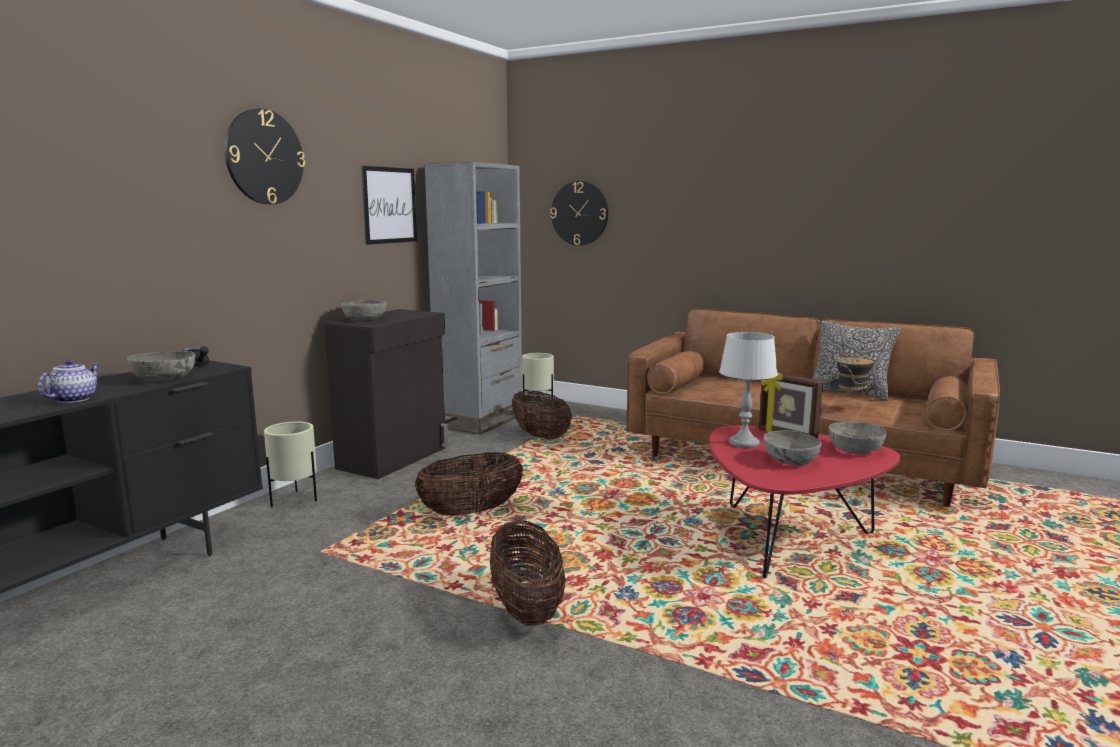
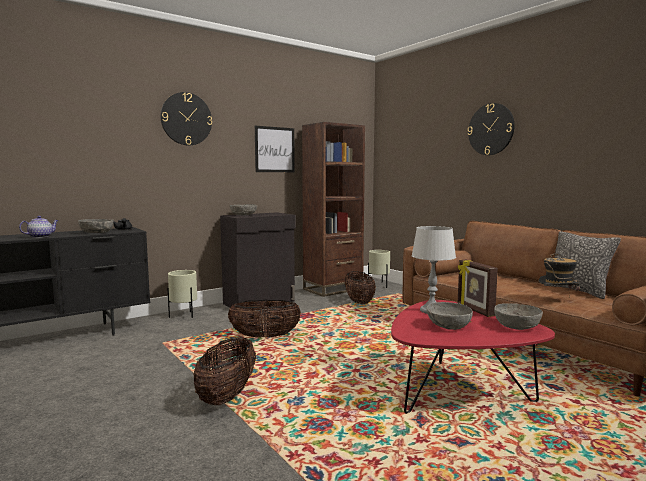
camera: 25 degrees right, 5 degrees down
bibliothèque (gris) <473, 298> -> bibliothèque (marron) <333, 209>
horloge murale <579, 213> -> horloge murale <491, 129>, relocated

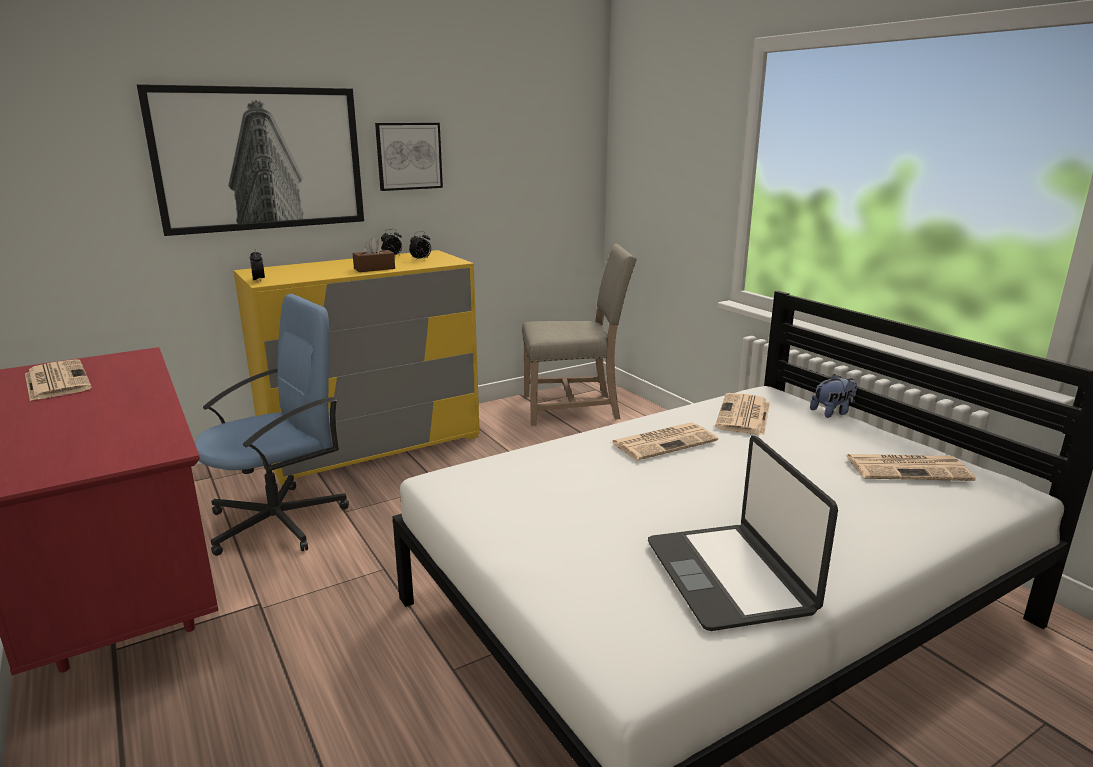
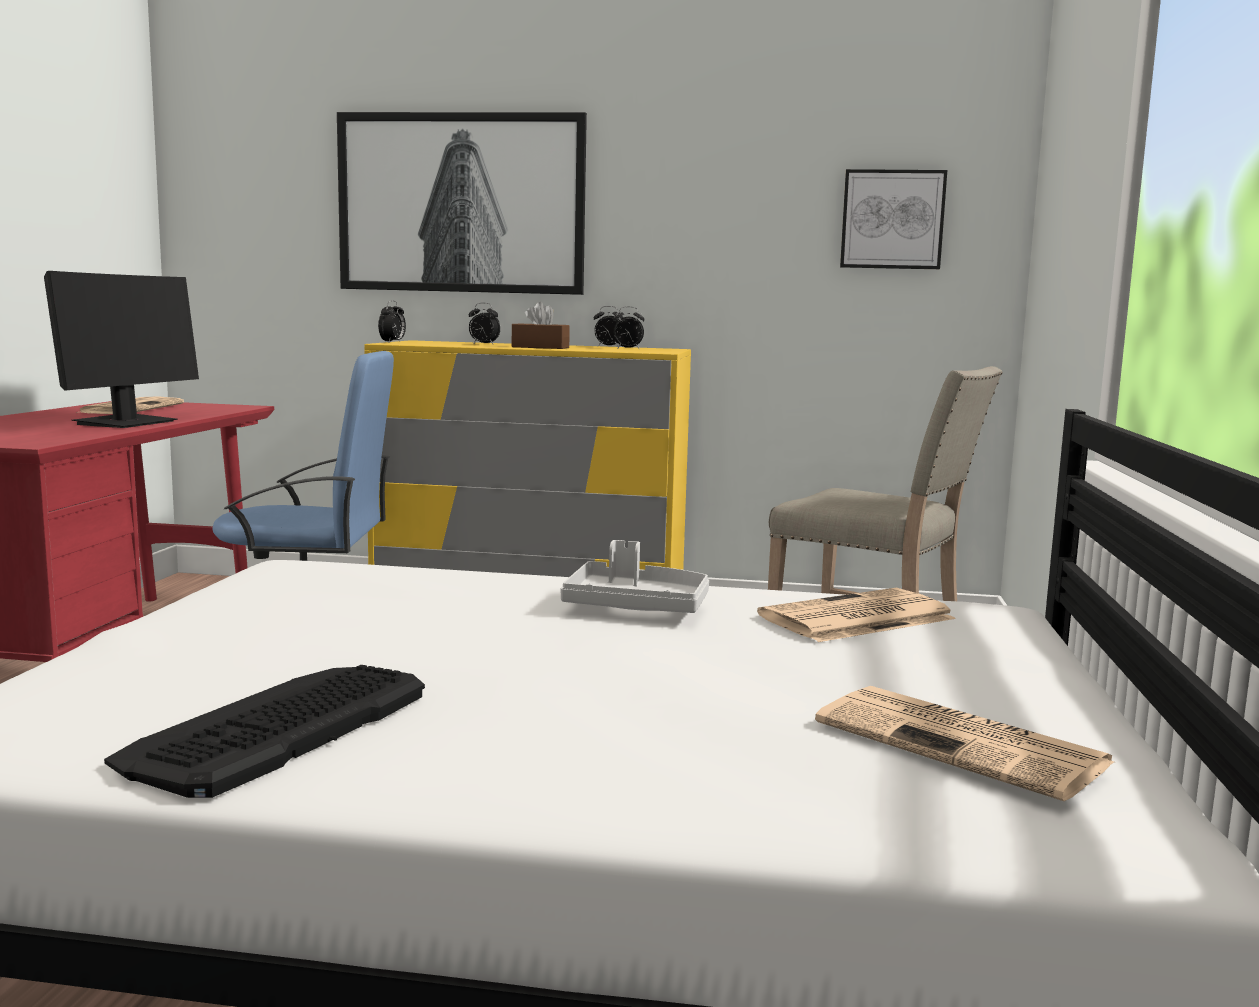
camera: 40 degrees right, 10 degrees down
none -> écran d'ordinateur <121, 349>
ordinateur portable <743, 533> -> clavier <264, 731>
none -> réveil <485, 323>
journal <664, 441> -> plateau (gris) <635, 576>
tableau <409, 157> -> tableau <893, 219>, relocated
peluche <833, 396> -> none

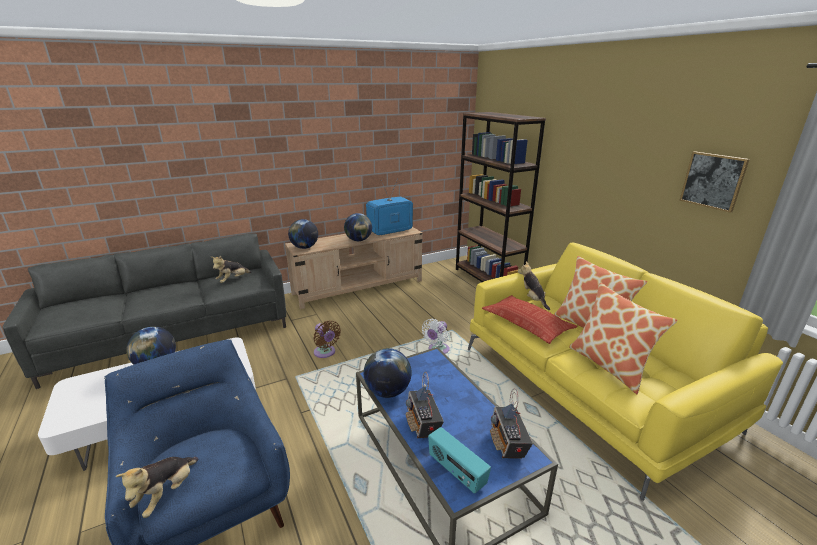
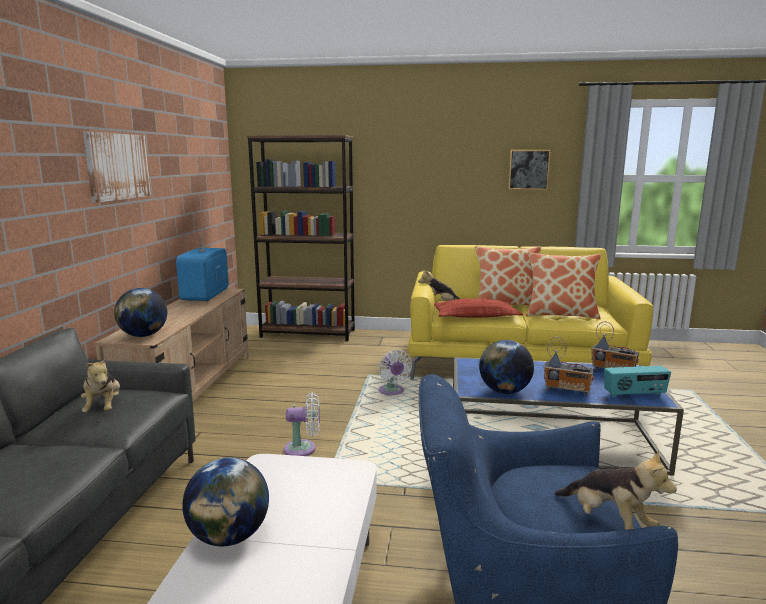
camera: 55 degrees left, 10 degrees down
none -> tableau <117, 167>
ventilateur (marron) <327, 339> -> ventilateur (blanc) <302, 424>
globe <358, 227> -> none

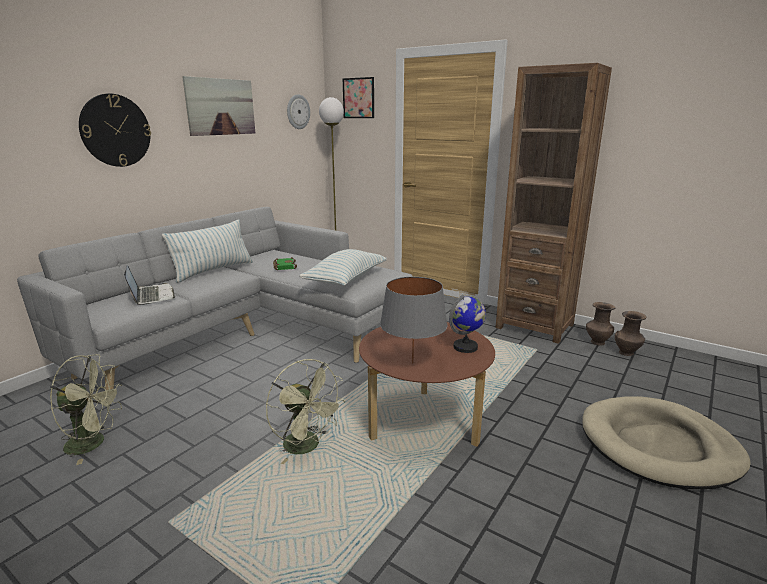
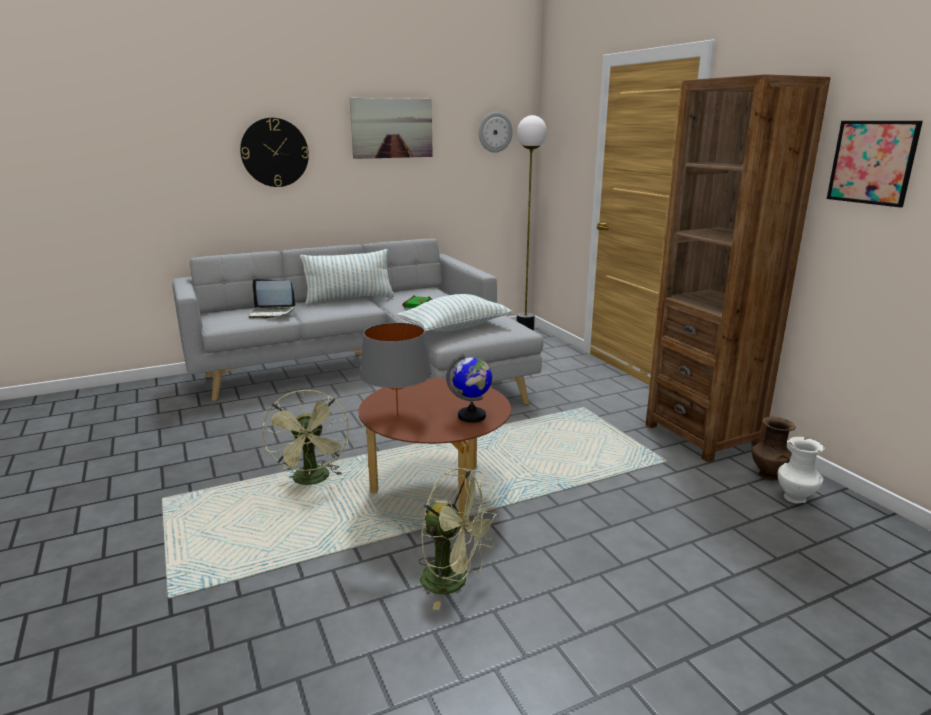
camera: 30 degrees right, 0 degrees up
ordinateur portable <149, 285> -> ordinateur portable <272, 298>, 90 degrees clockwise
ventilateur (vert) <86, 409> -> ventilateur (vert) <459, 539>, relocated
vase (marron) <630, 333> -> vase (blanc) <801, 470>
tableau <358, 97> -> tableau <875, 164>, relocated
panier pour chien (beige) <666, 442> -> none

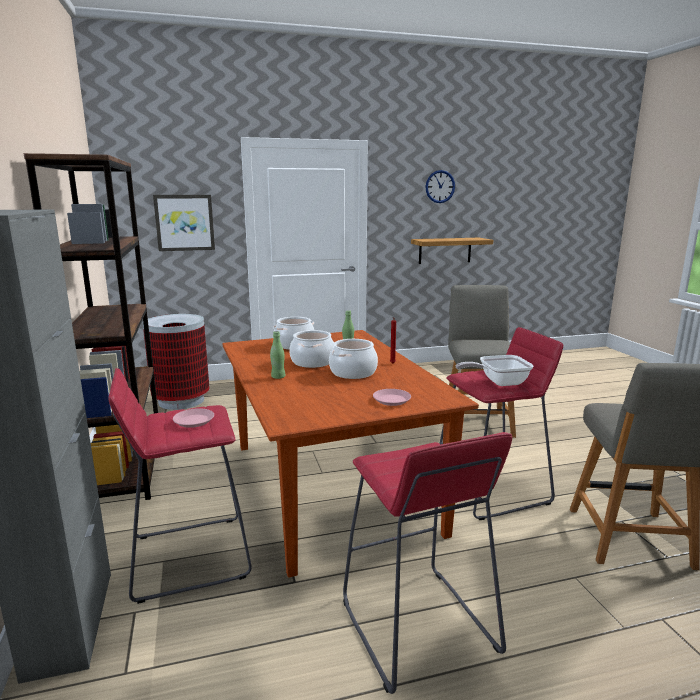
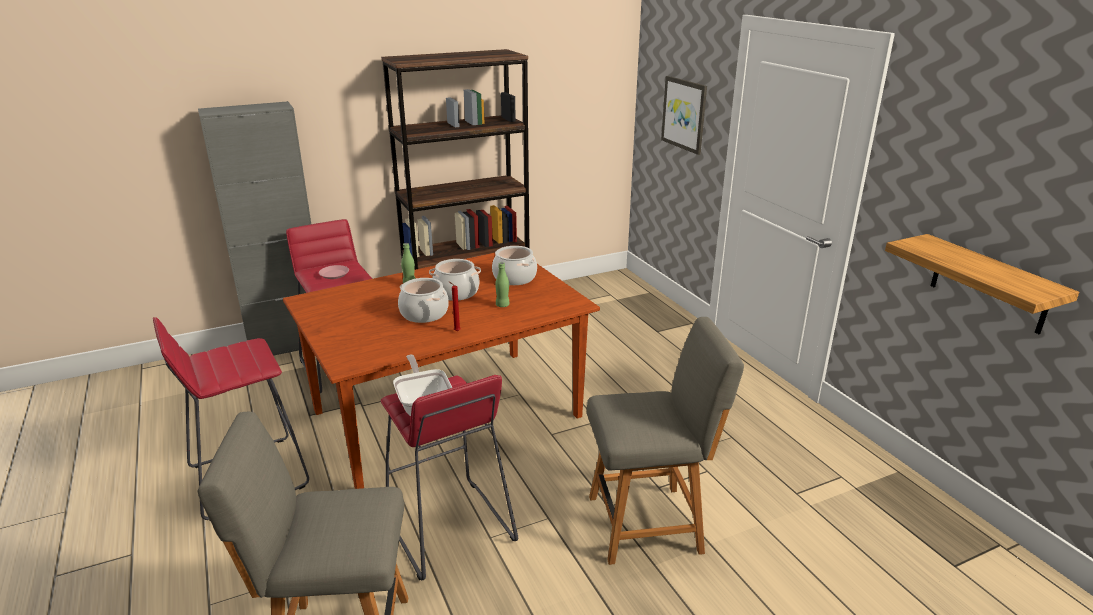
camera: 80 degrees right, 10 degrees up
poubelle <176, 362> -> none
assiette (rose) <392, 397> -> none
horloge murale <440, 186> -> none

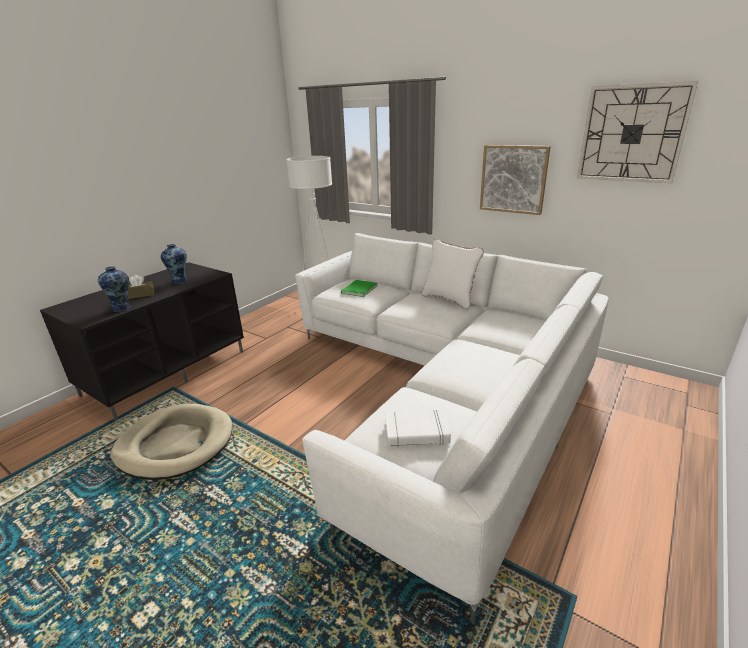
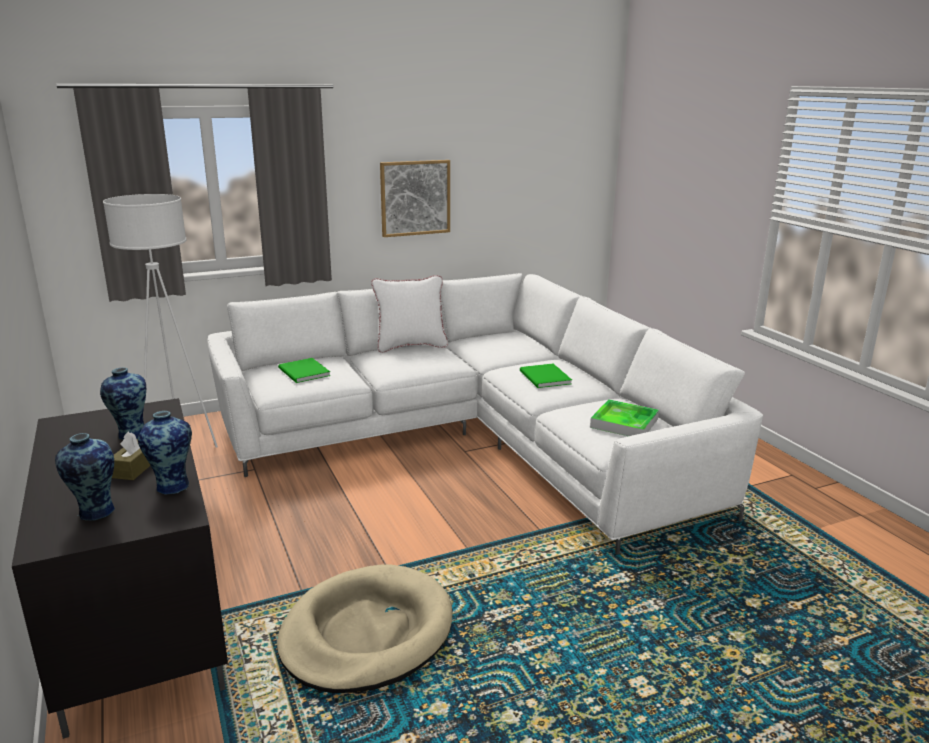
camera: 60 degrees left, 5 degrees down
none -> vase <85, 477>
none -> livre (vert) <546, 376>
livre (blanc) <418, 428> -> plateau <624, 417>
horloge murale <637, 132> -> none

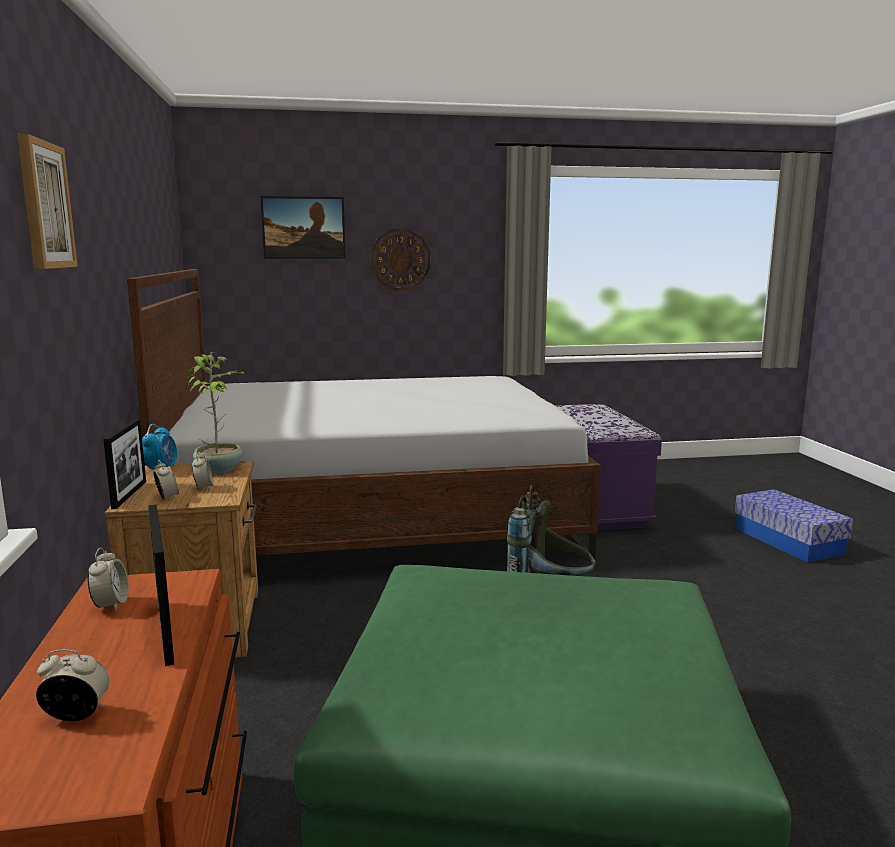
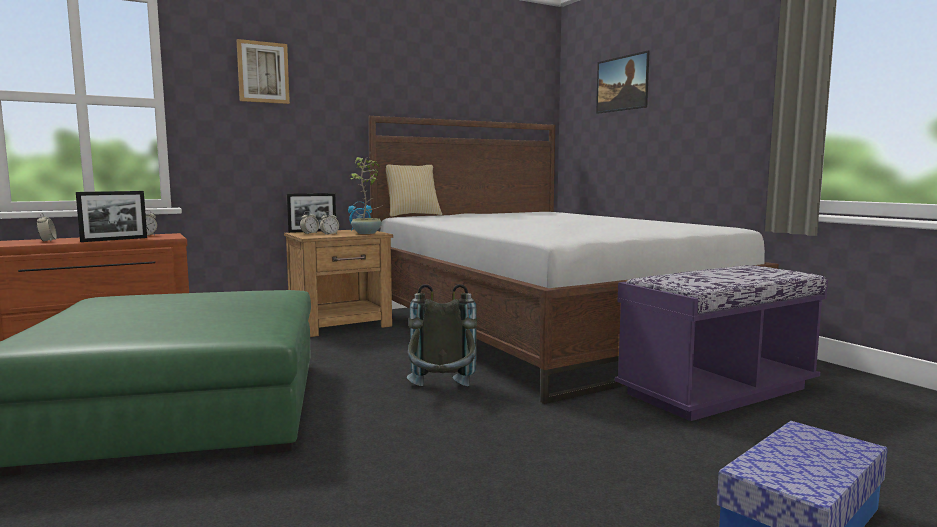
camera: 70 degrees right, 5 degrees down
none -> coussin <414, 190>
horloge murale <400, 259> -> none

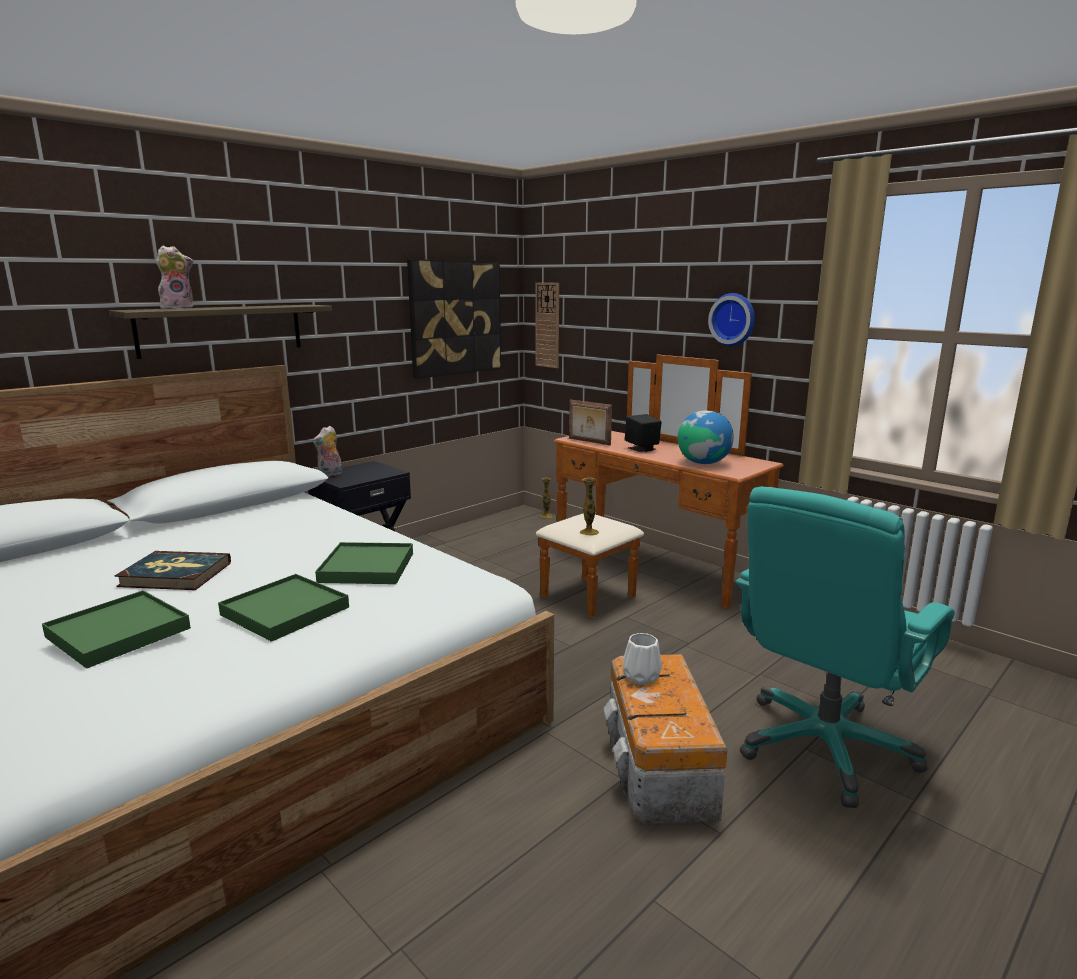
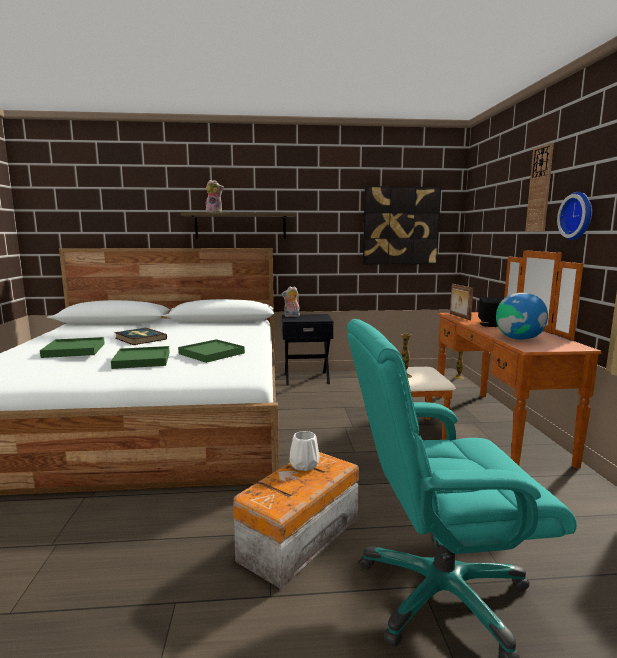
camera: 40 degrees right, 5 degrees down
horloge murale <547, 325> -> horloge murale <539, 187>, relocated

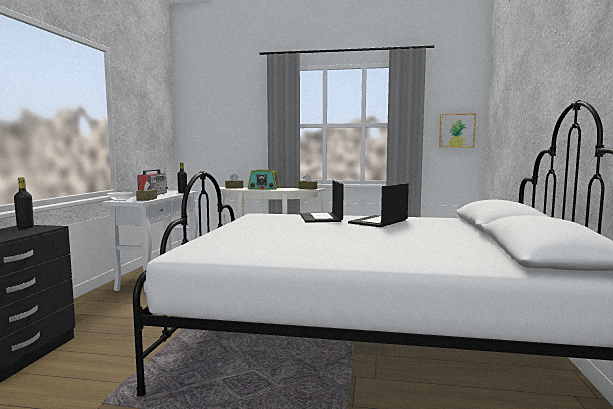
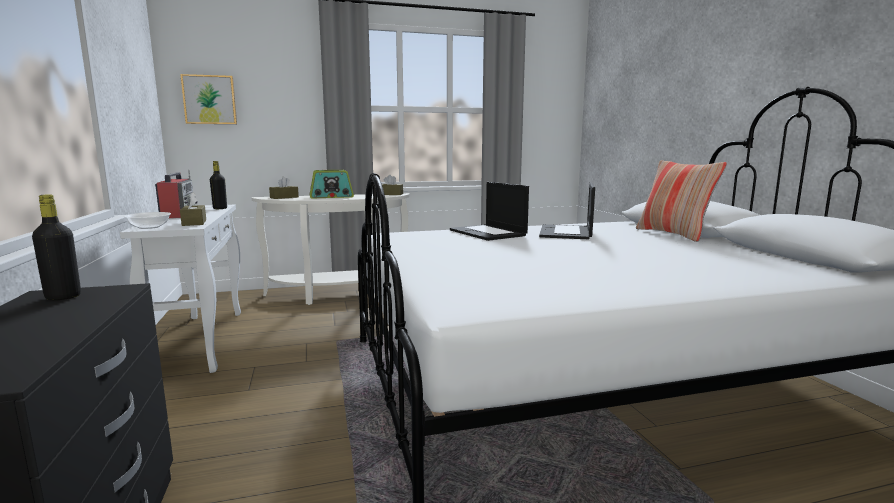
camera: 25 degrees left, 5 degrees up
tableau <457, 130> -> tableau <208, 99>, relocated
none -> coussin <681, 201>

